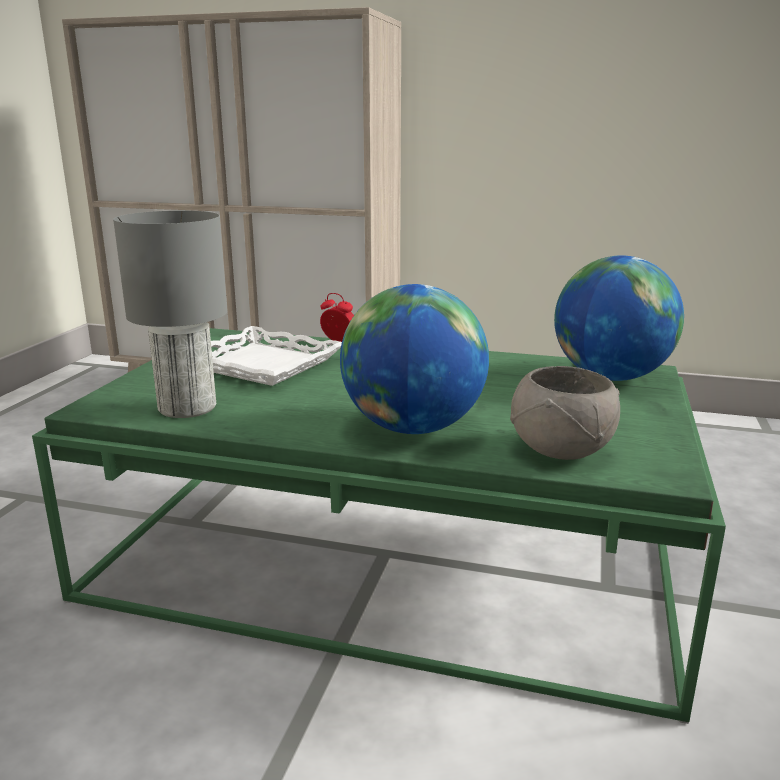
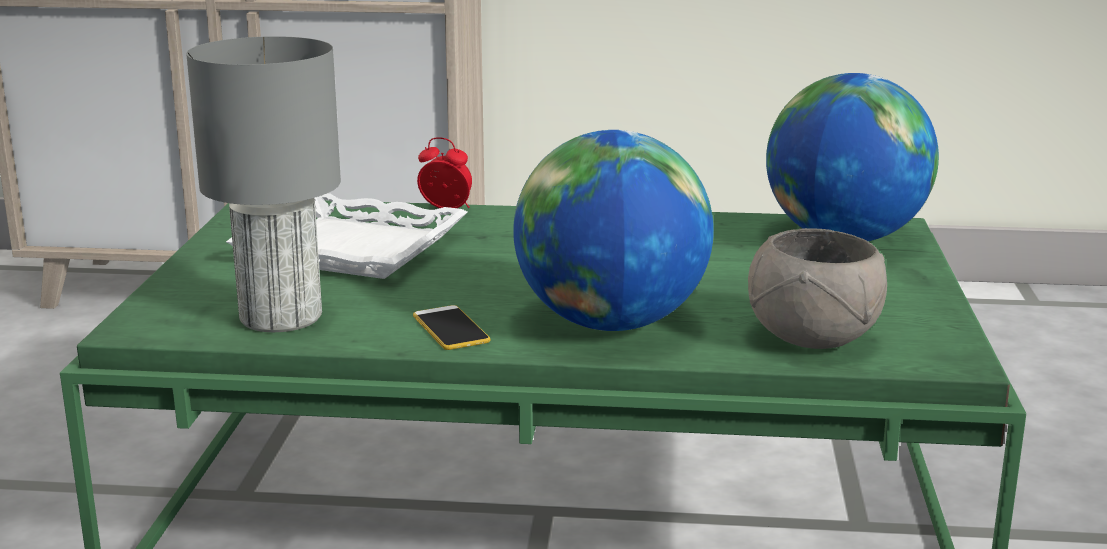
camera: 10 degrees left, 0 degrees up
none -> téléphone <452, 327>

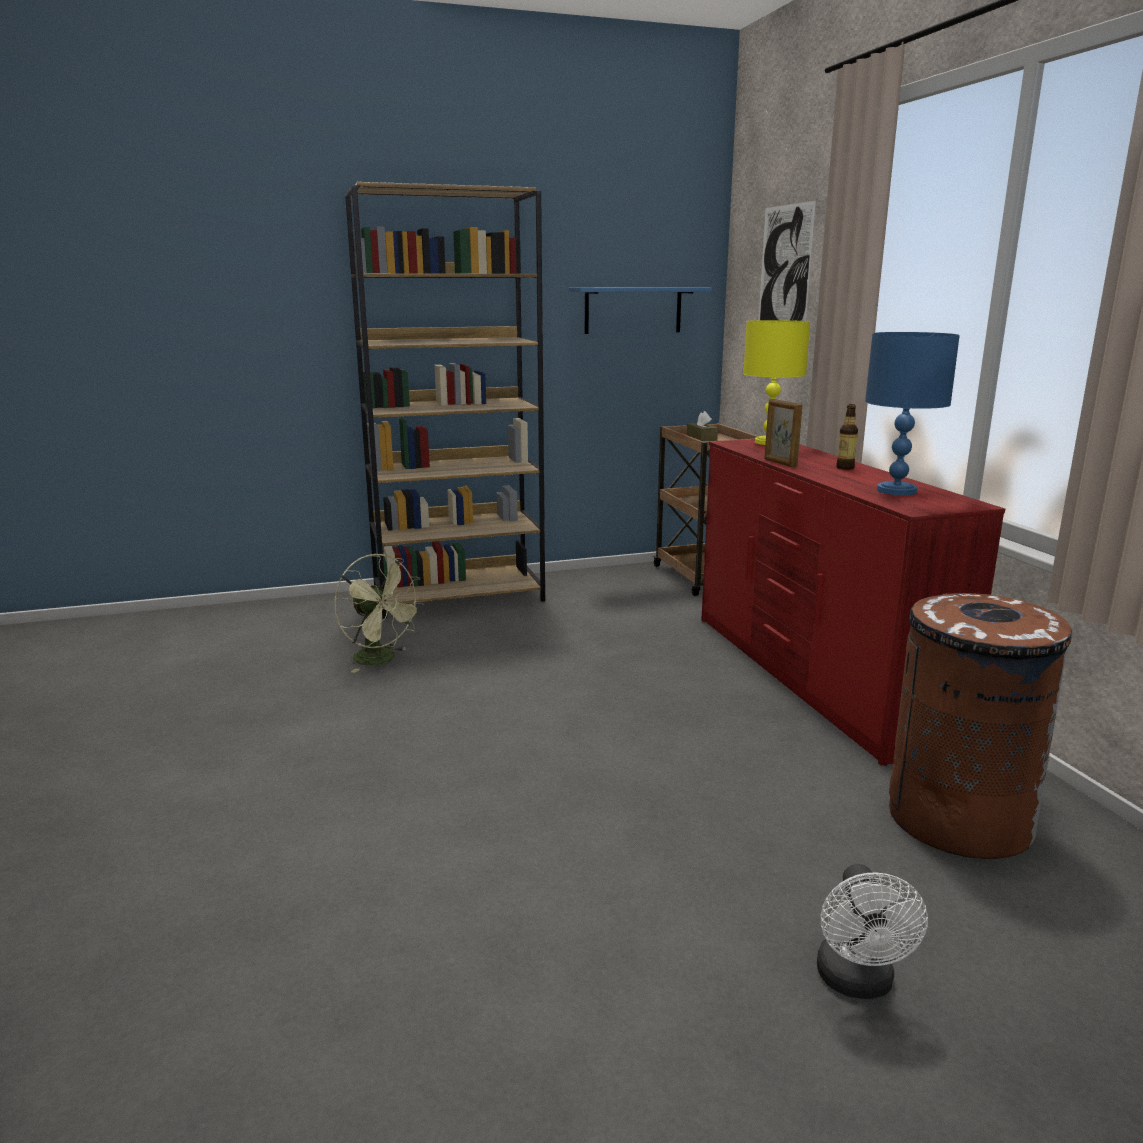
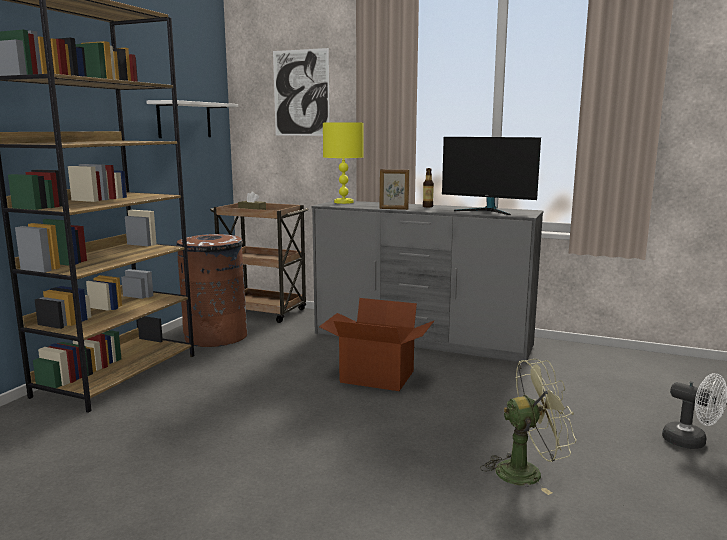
camera: 50 degrees left, 5 degrees down
étagère (bleu) <640, 310> -> étagère (blanc) <192, 119>
poubelle (marron) <980, 726> -> poubelle (marron) <211, 290>, relocated
commode (rouge) <853, 602> -> commode (gris) <427, 282>
none -> carton <376, 344>
lampe de table (bleu) <912, 413> -> écran d'ordinateur <491, 176>
ventilateur (vert) <379, 613> -> ventilateur (vert) <528, 427>, relocated

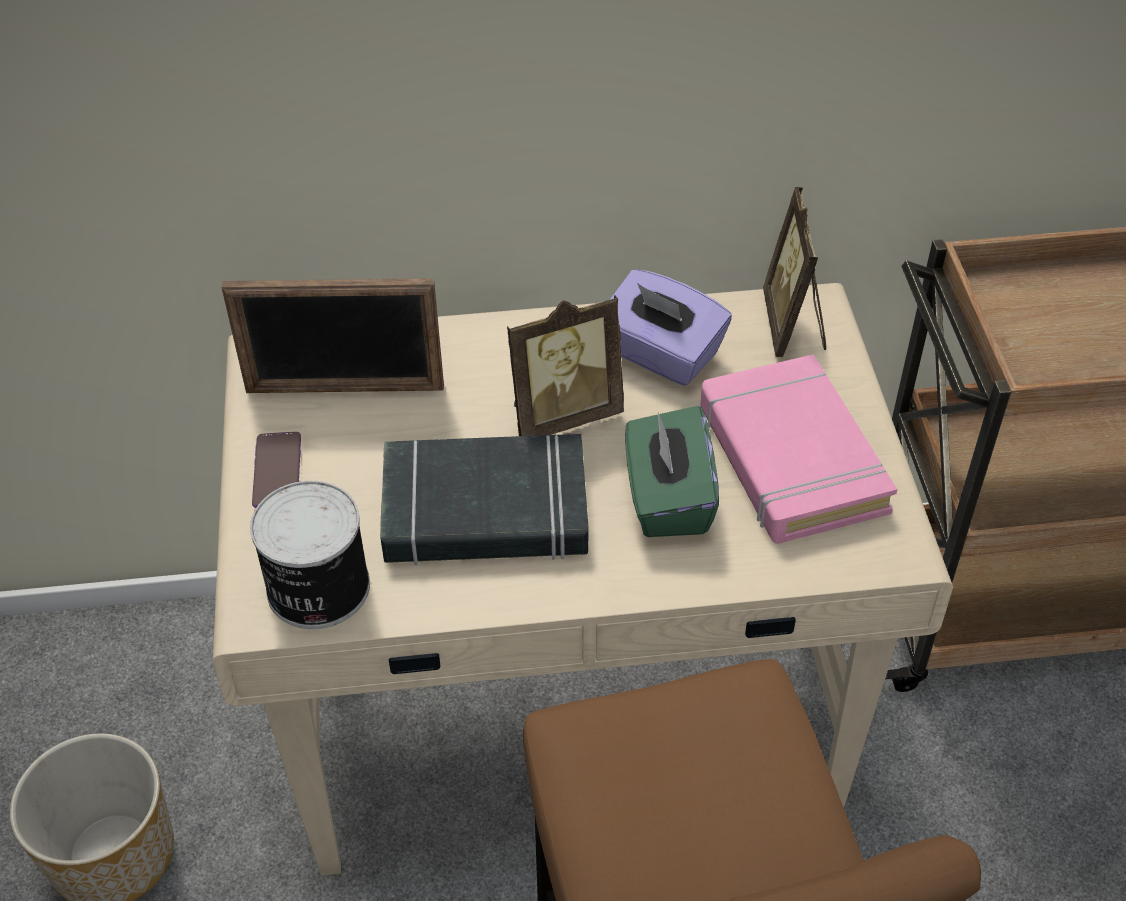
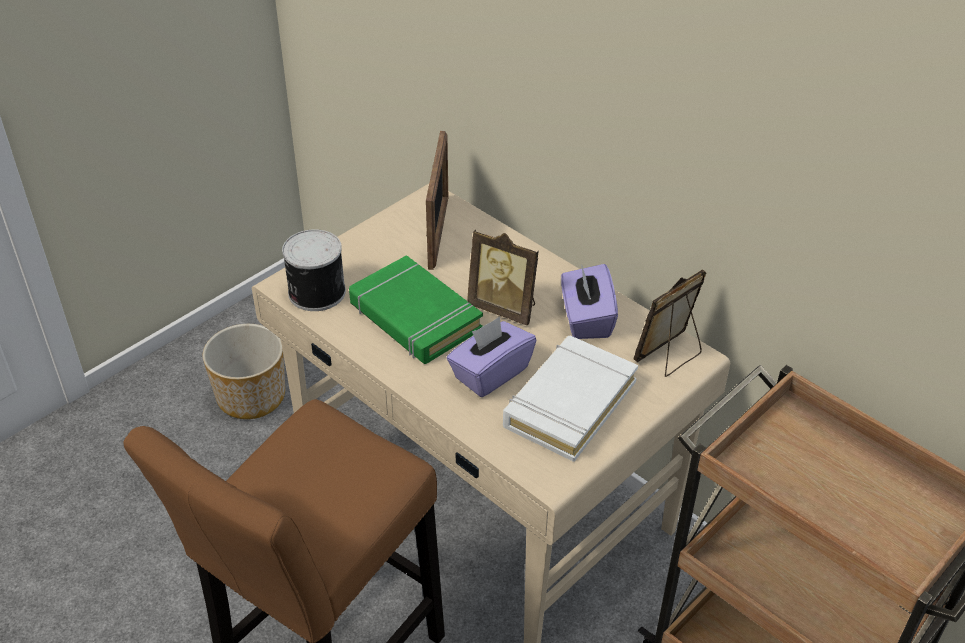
camera: 50 degrees right, 5 degrees down
livre (noir) <484, 500> -> livre (vert) <416, 309>
cadre photo <332, 335> -> cadre photo <437, 200>, 135 degrees counterclockwise
boîte à mouchoirs (vert) <672, 471> -> boîte à mouchoirs (violet) <491, 356>
livre (rose) <799, 449> -> livre (blanc) <570, 399>
téléphone <276, 470> -> none

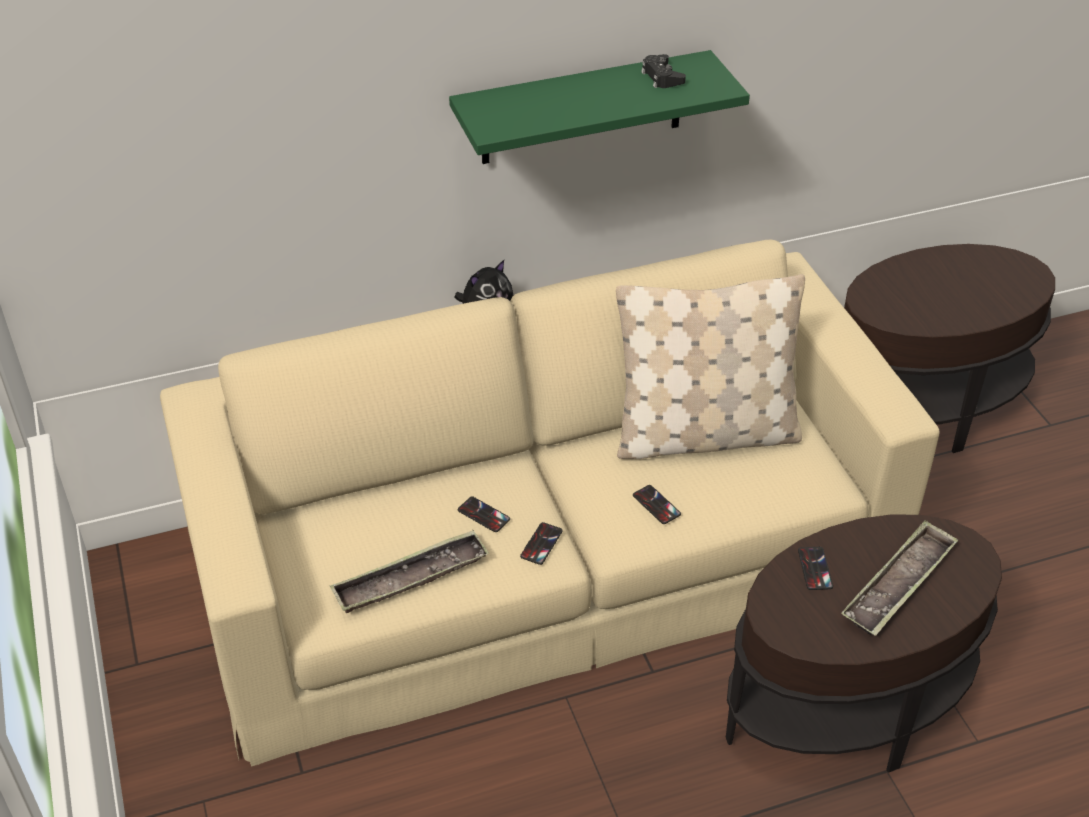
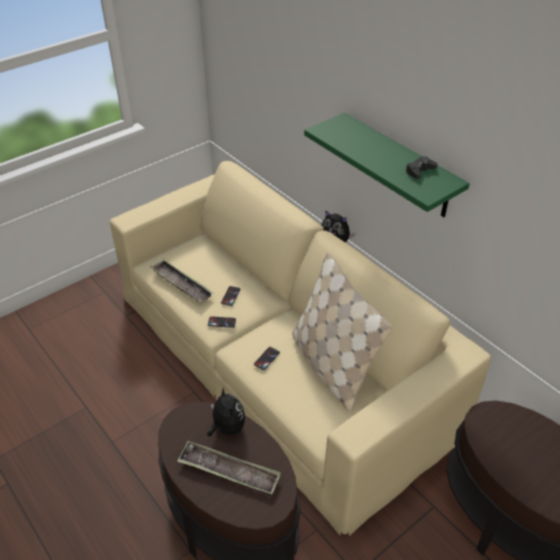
camera: 70 degrees right, 0 degrees up
téléphone <815, 568> -> peluche <226, 412>

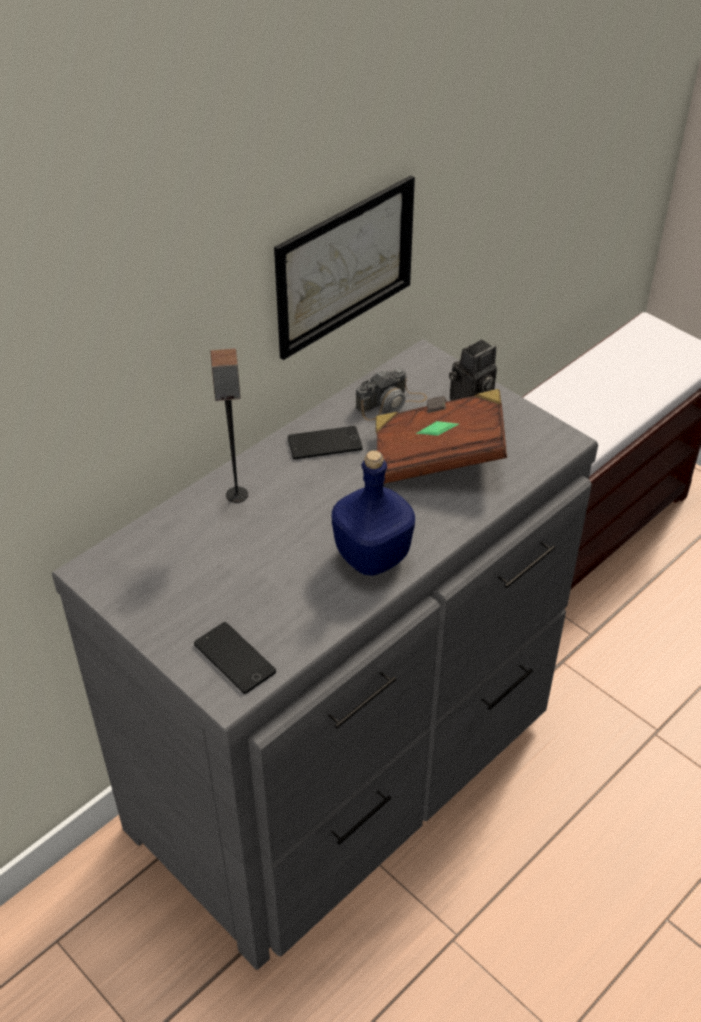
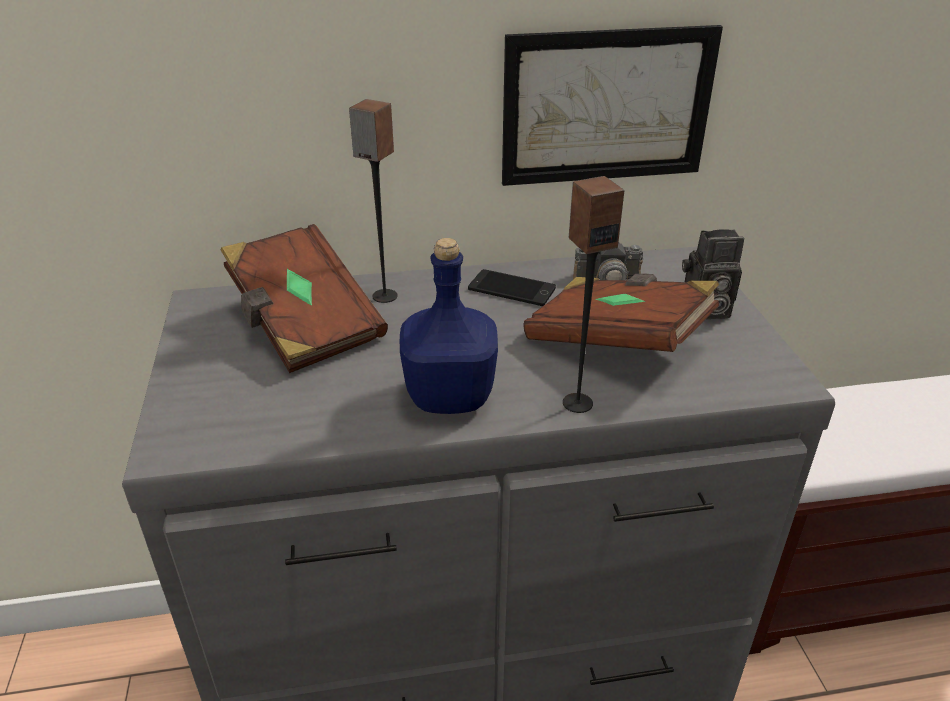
camera: 35 degrees right, 10 degrees down
none -> livre (marron) <304, 298>
none -> enceinte <593, 294>
téléphone <235, 658> -> none

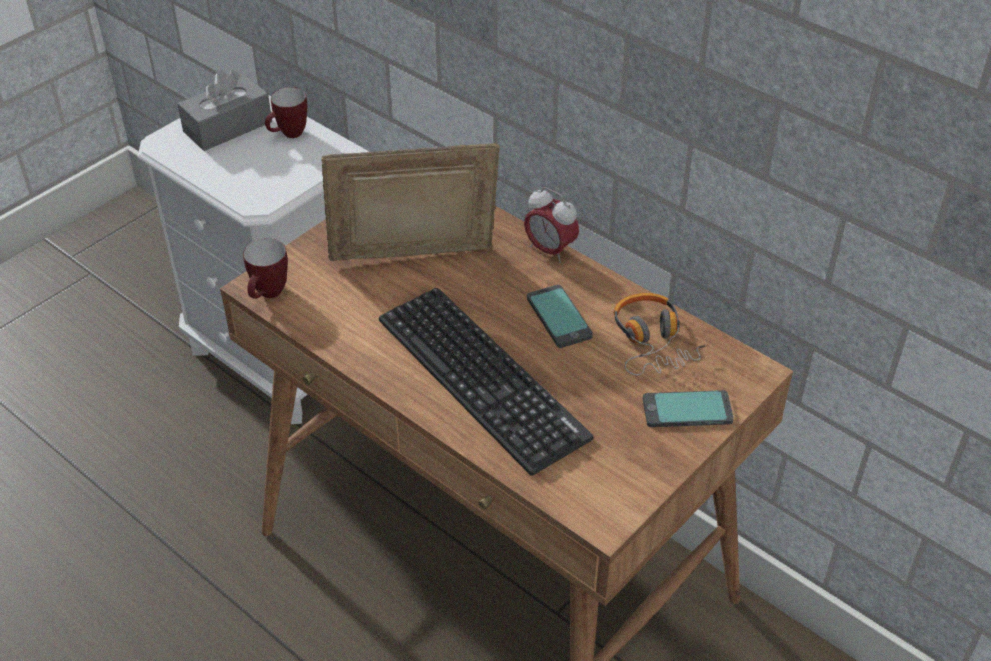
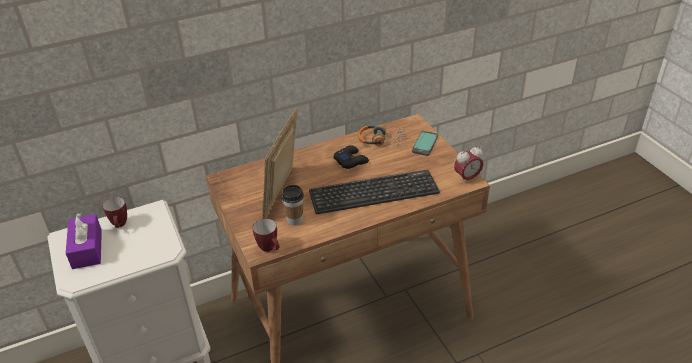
camera: 65 degrees left, 5 degrees down
boîte à mouchoirs (gris) <224, 110> -> boîte à mouchoirs (violet) <84, 241>
none -> tasse <292, 205>
téléphone <560, 316> -> manette (noir) <351, 157>
réveil <551, 225> -> réveil <468, 164>, relocated

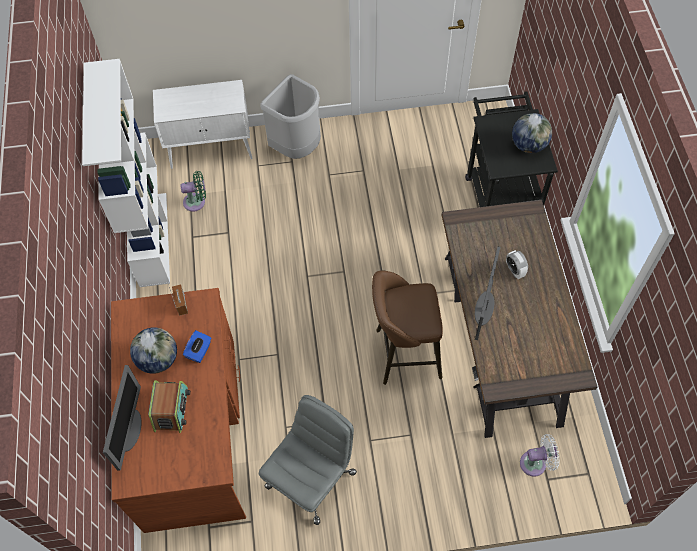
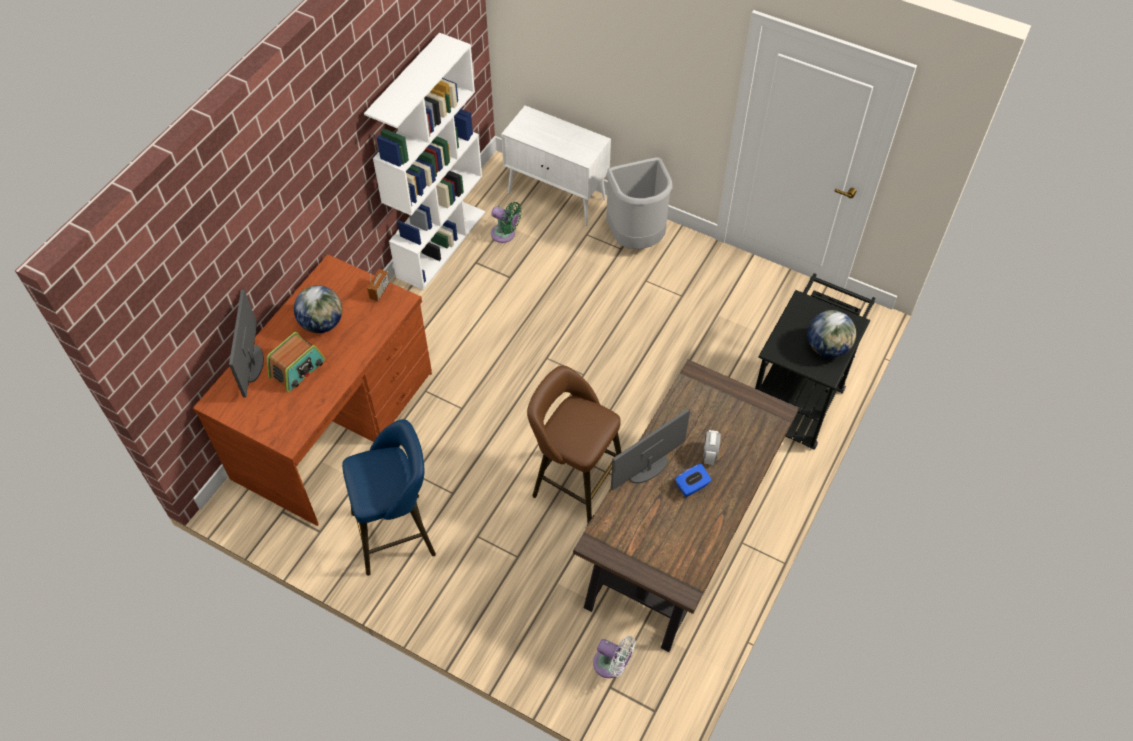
camera: 35 degrees right, 5 degrees down
écran d'ordinateur <122, 418> -> écran d'ordinateur <246, 343>, 135 degrees clockwise
chaise de bureau (gris) <308, 460> -> tabouret (bleu) <389, 497>
boîte à mouchoirs (bleu) <197, 346> -> boîte à mouchoirs (bleu) <693, 480>, relocated

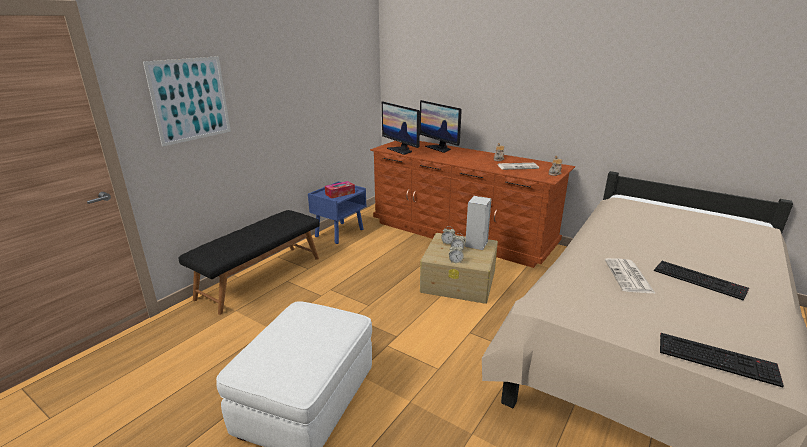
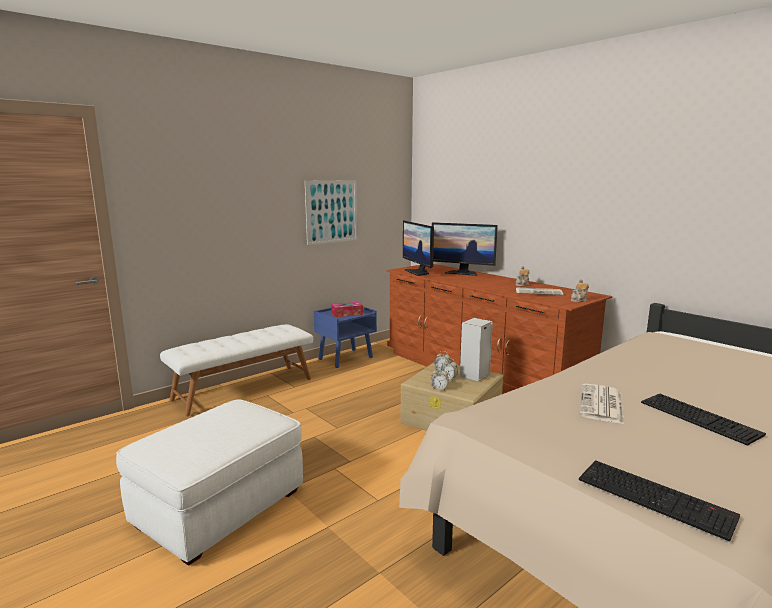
camera: 15 degrees right, 10 degrees down
banc (noir) <249, 262> -> banc (blanc) <236, 370>
tableau <187, 101> -> tableau <331, 212>, relocated
écran d'ordinateur <441, 126> -> écran d'ordinateur <465, 249>, 45 degrees counterclockwise

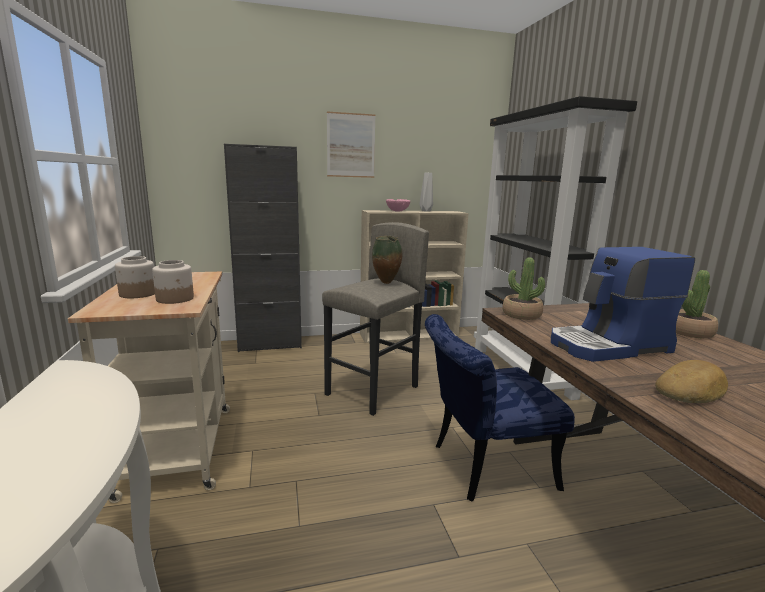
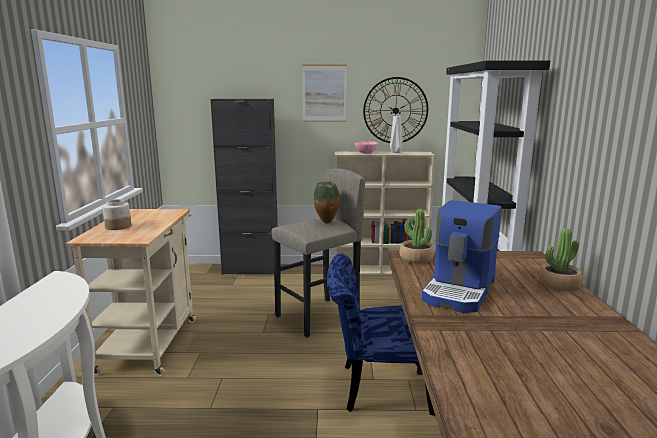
camera: 15 degrees right, 0 degrees up
none -> horloge murale <395, 110>
machine à café <623, 304> -> machine à café <462, 256>, 60 degrees counterclockwise
bocal <173, 282> -> none
pain <691, 381> -> none

